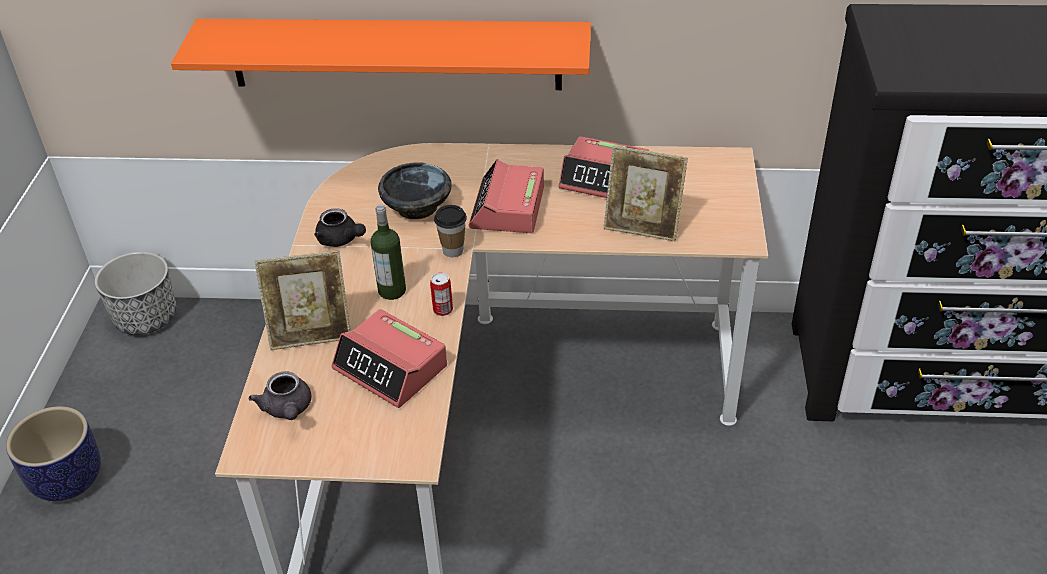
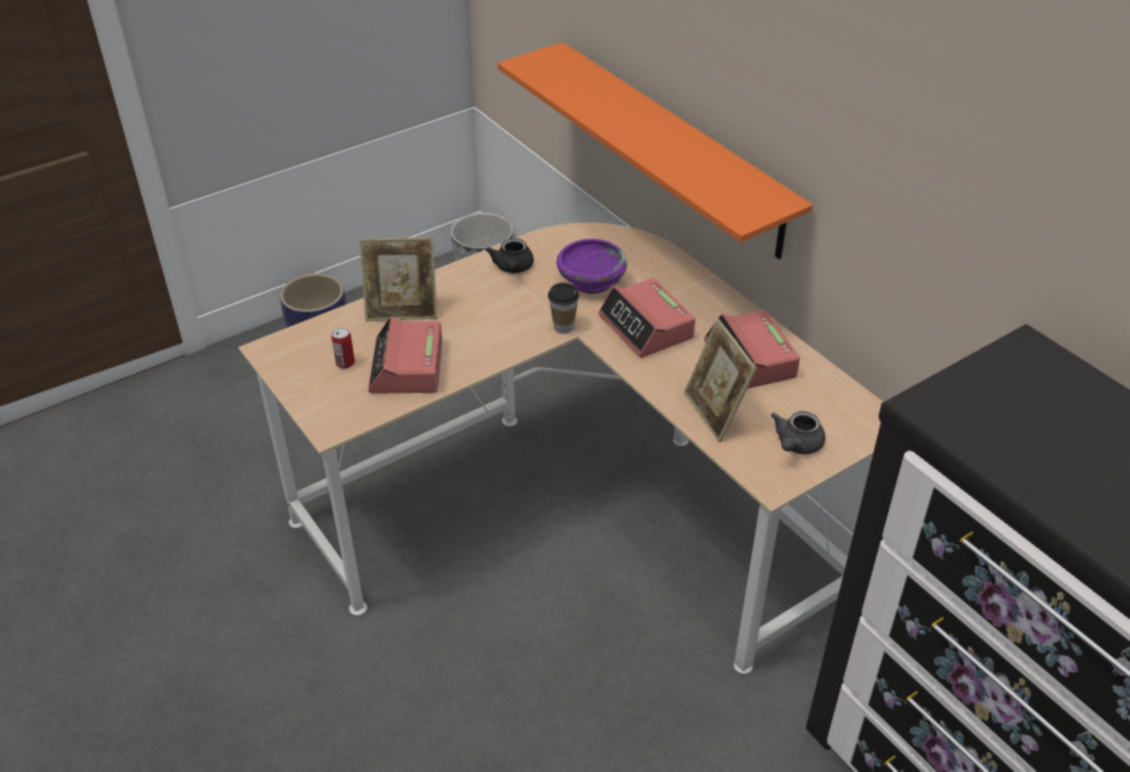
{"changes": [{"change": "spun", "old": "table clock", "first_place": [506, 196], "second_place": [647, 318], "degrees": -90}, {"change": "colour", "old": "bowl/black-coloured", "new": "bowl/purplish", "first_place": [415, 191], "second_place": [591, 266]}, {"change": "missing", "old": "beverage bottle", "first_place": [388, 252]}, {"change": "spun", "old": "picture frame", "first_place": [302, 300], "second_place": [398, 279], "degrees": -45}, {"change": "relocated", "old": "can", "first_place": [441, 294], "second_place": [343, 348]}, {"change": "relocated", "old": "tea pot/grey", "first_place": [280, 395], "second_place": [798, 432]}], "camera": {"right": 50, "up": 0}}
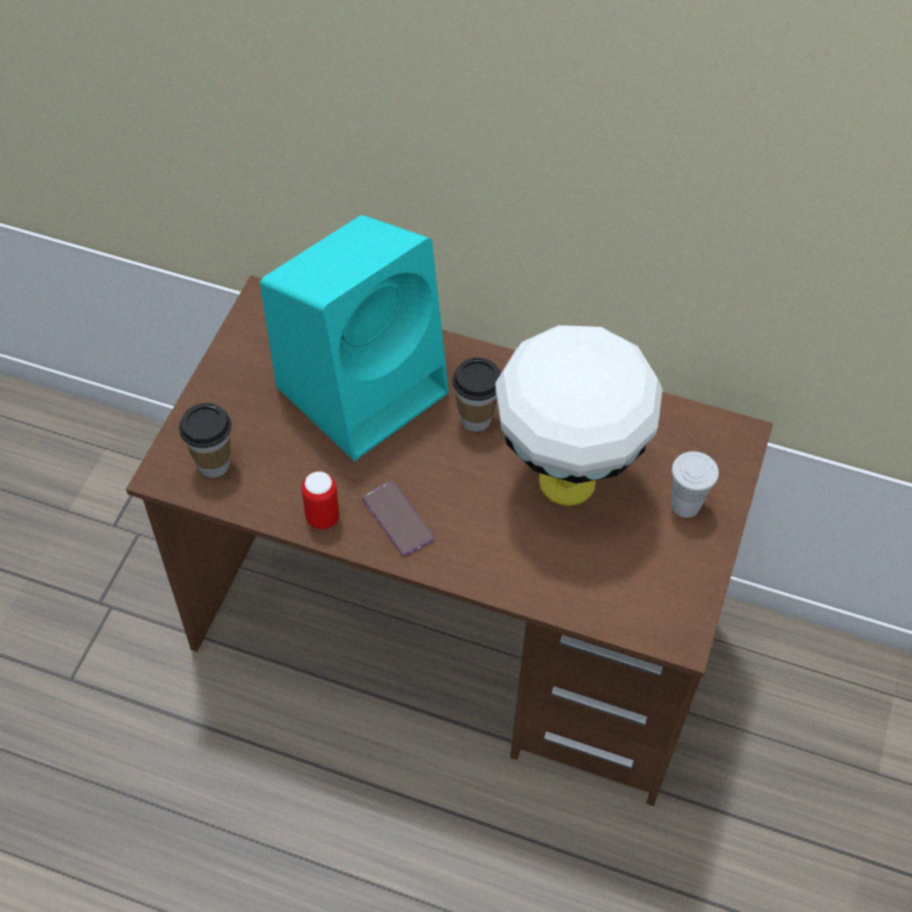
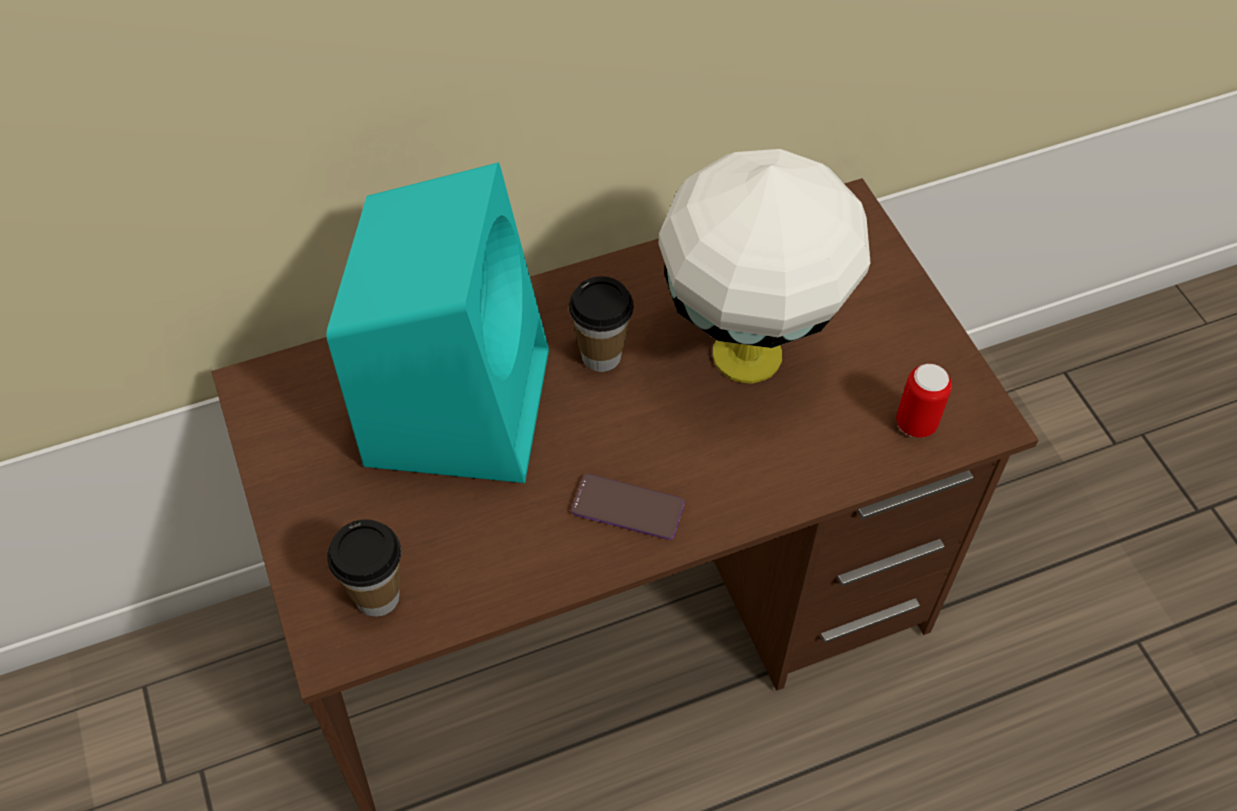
{"changes": [{"change": "missing", "old": "small cup/white", "first_place": [695, 484]}, {"change": "relocated", "old": "can", "first_place": [320, 500], "second_place": [924, 401]}], "camera": {"right": -40, "up": 0}}
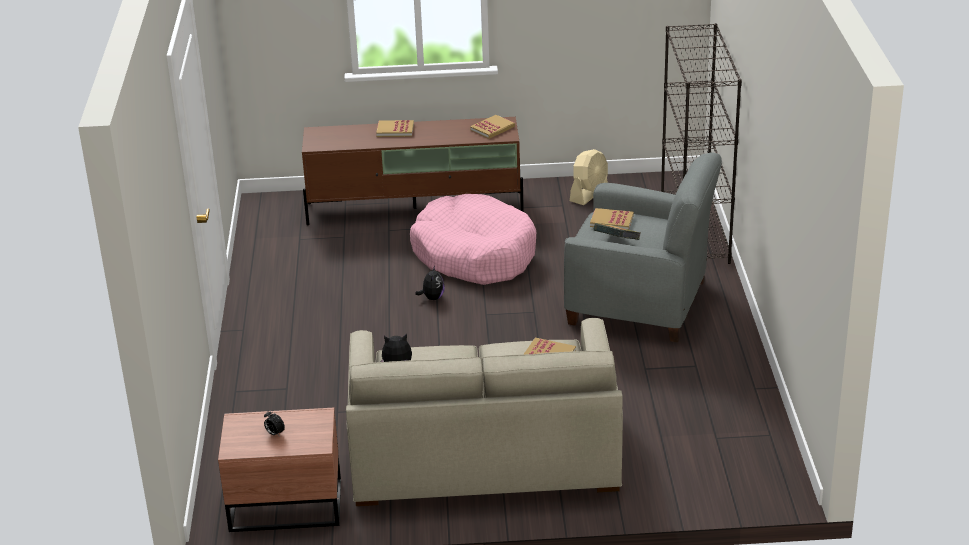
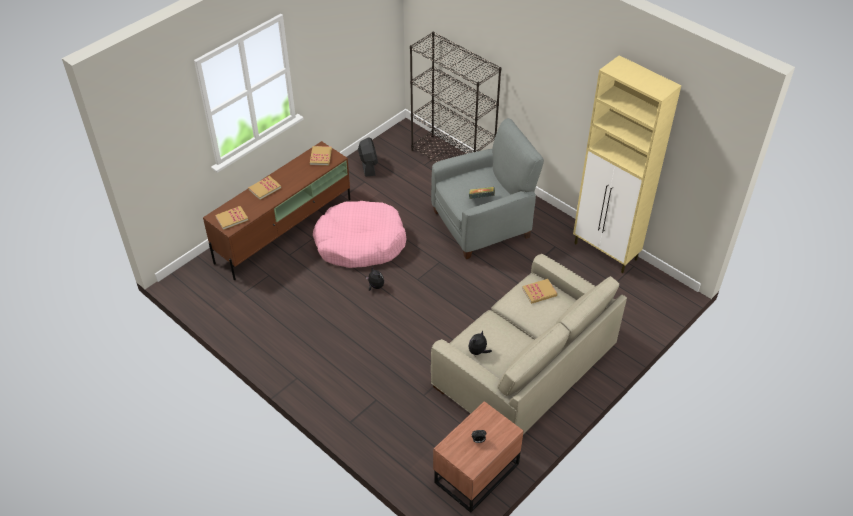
{"changes": [{"change": "colour", "old": "electric fan/beige-coloured", "new": "electric fan/black-coloured", "first_place": [589, 177], "second_place": [368, 157]}, {"change": "relocated", "old": "book", "first_place": [612, 219], "second_place": [232, 218]}, {"change": "appeared", "new": "storage cabinet/beige-coloured", "second_place": [627, 164]}], "camera": {"right": -45, "up": 15}}
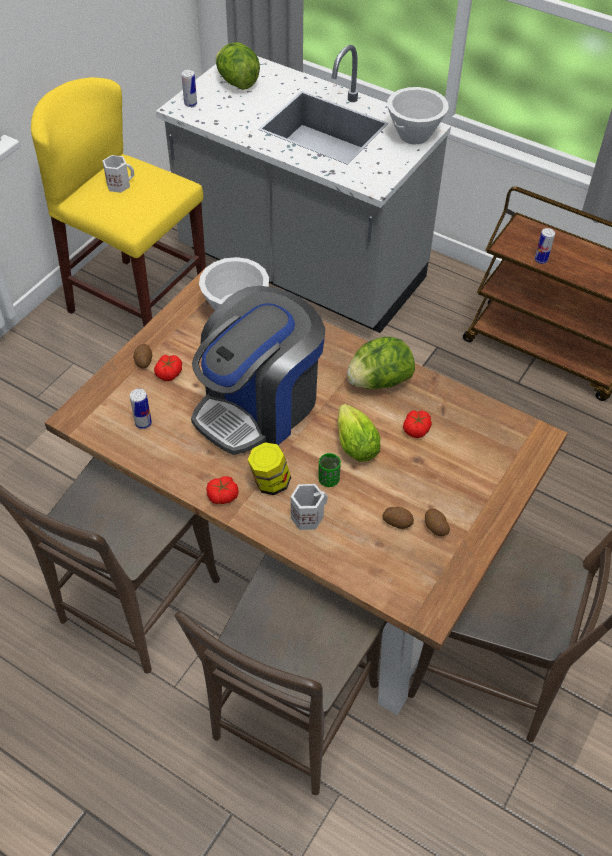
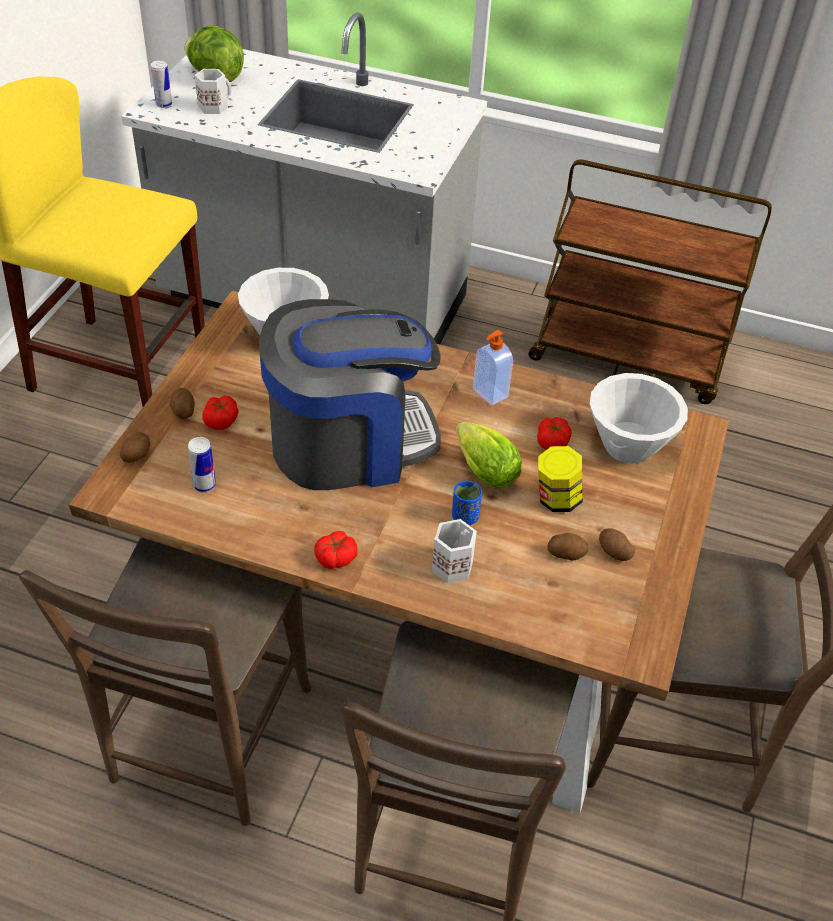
{"changes": [{"change": "relocated", "old": "bowl/white", "first_place": [417, 115], "second_place": [639, 418]}, {"change": "relocated", "old": "tea mug/white", "first_place": [118, 174], "second_place": [213, 91]}, {"change": "missing", "old": "can", "first_place": [545, 246]}, {"change": "spun", "old": "coffee brewer", "first_place": [258, 370], "second_place": [350, 394], "degrees": -135}, {"change": "exchanged", "old": "head of lettuce", "new": "soap bottle", "first_place": [381, 363], "second_place": [493, 367]}, {"change": "relocated", "old": "jar", "first_place": [269, 468], "second_place": [560, 479]}, {"change": "colour", "old": "small cup/green", "new": "small cup/blue", "first_place": [330, 470], "second_place": [467, 503]}, {"change": "appeared", "new": "whole potato", "second_place": [135, 447]}], "camera": {"right": -15, "up": -5}}
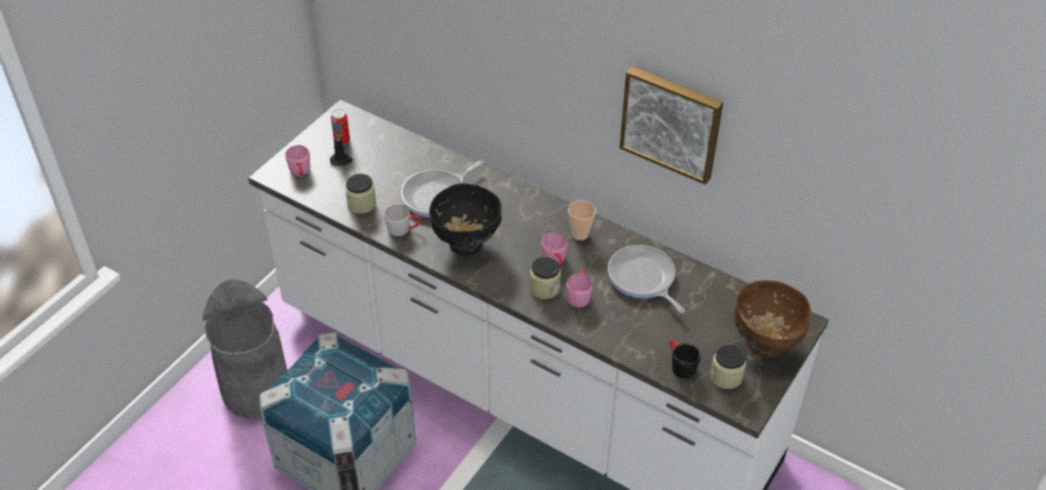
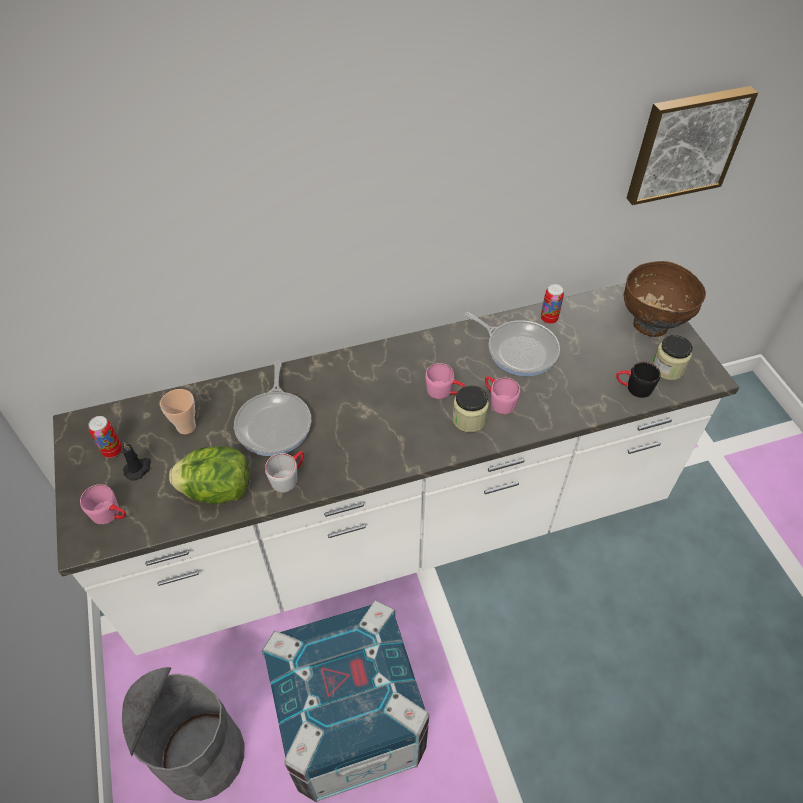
{"changes": [{"change": "relocated", "old": "wall picture", "first_place": [671, 125], "second_place": [692, 145]}, {"change": "exchanged", "old": "jar", "new": "head of lettuce", "first_place": [360, 194], "second_place": [209, 475]}, {"change": "missing", "old": "bowl/black-coloured", "first_place": [465, 219]}, {"change": "relocated", "old": "small cup", "first_place": [582, 220], "second_place": [178, 411]}, {"change": "spun", "old": "pan", "first_place": [646, 279], "second_place": [512, 344], "degrees": -150}, {"change": "appeared", "new": "can", "second_place": [552, 304]}], "camera": {"right": -50, "up": 5}}
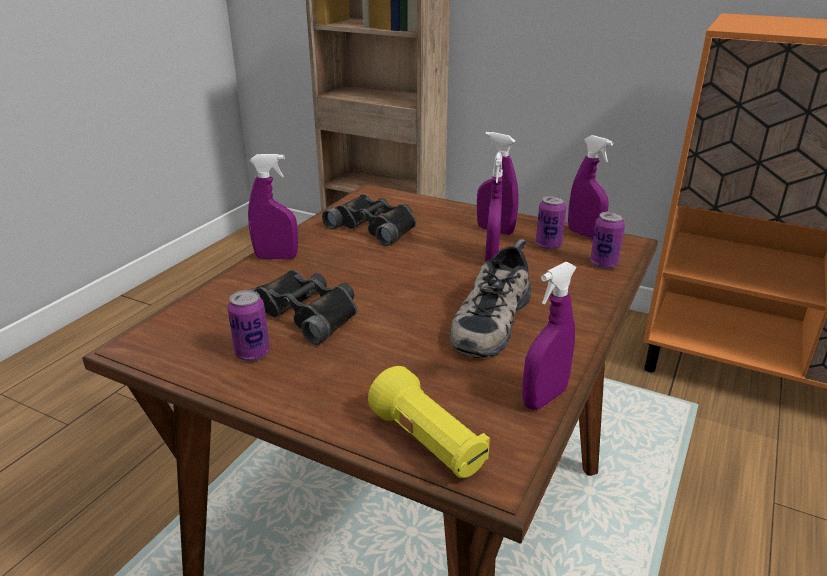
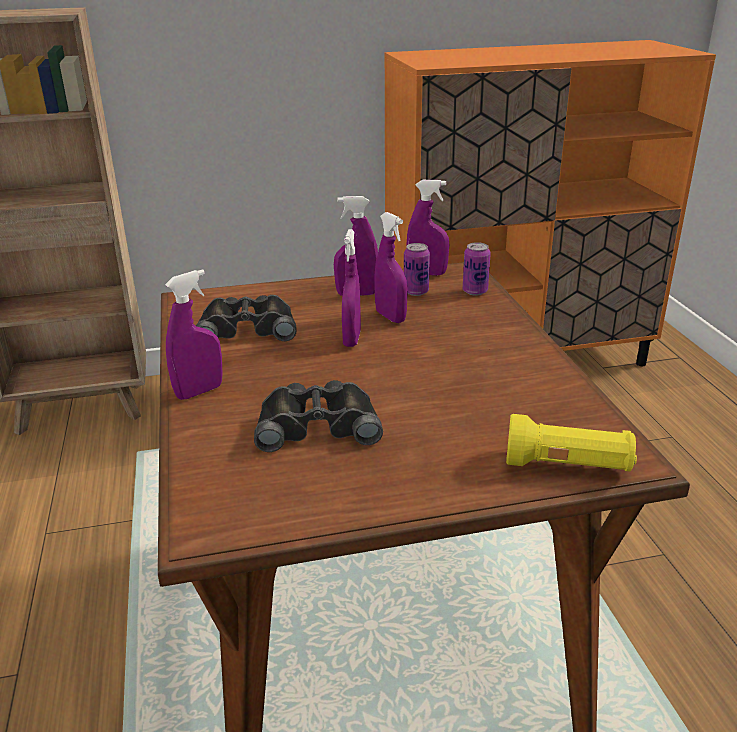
{"changes": [{"change": "missing", "old": "shoe", "first_place": [490, 298]}, {"change": "relocated", "old": "sprayer/purplish", "first_place": [549, 336], "second_place": [351, 288]}, {"change": "missing", "old": "can", "first_place": [248, 325]}], "camera": {"right": -40, "up": 0}}
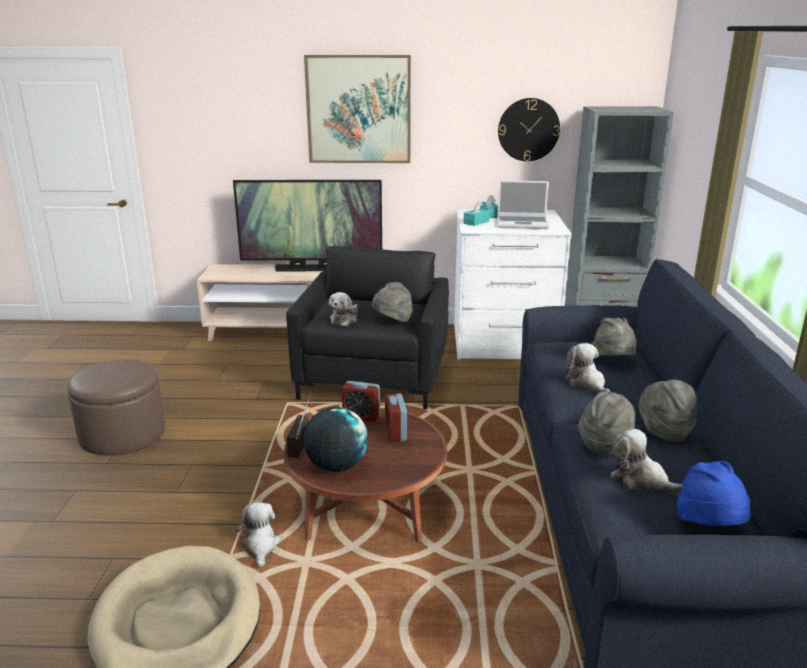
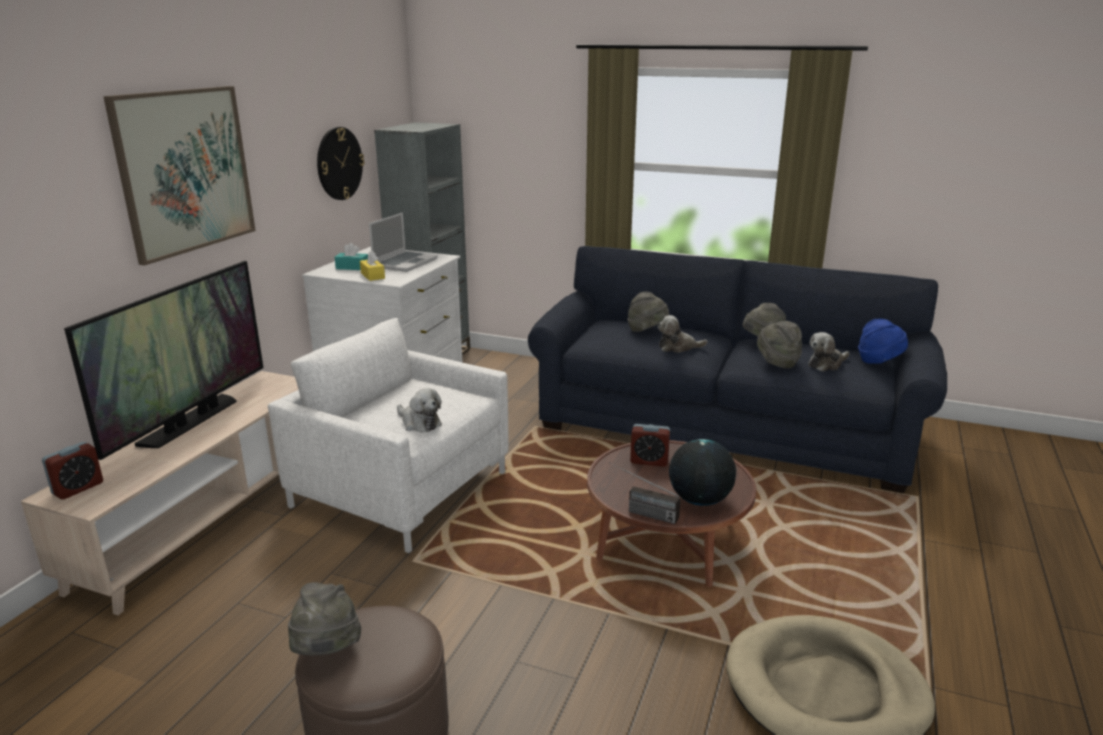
{"changes": [{"change": "colour", "old": "box of tissues/turquoise-coloured", "new": "box of tissues/yellowish", "first_place": [477, 213], "second_place": [372, 266]}, {"change": "colour", "old": "armchair/black-coloured", "new": "armchair/white", "first_place": [367, 327], "second_place": [388, 435]}, {"change": "relocated", "old": "hat/grey", "first_place": [392, 302], "second_place": [324, 619]}, {"change": "relocated", "old": "table clock", "first_place": [361, 401], "second_place": [72, 470]}, {"change": "missing", "old": "soft toy", "first_place": [258, 535]}], "camera": {"right": -70, "up": 0}}
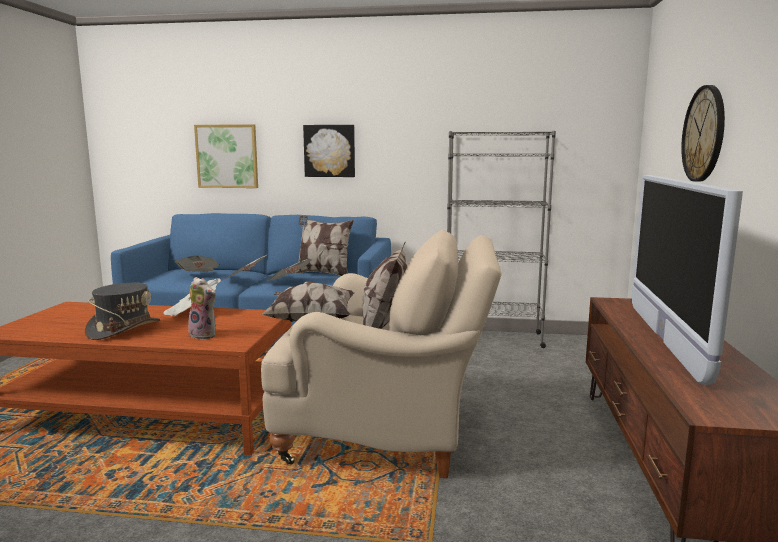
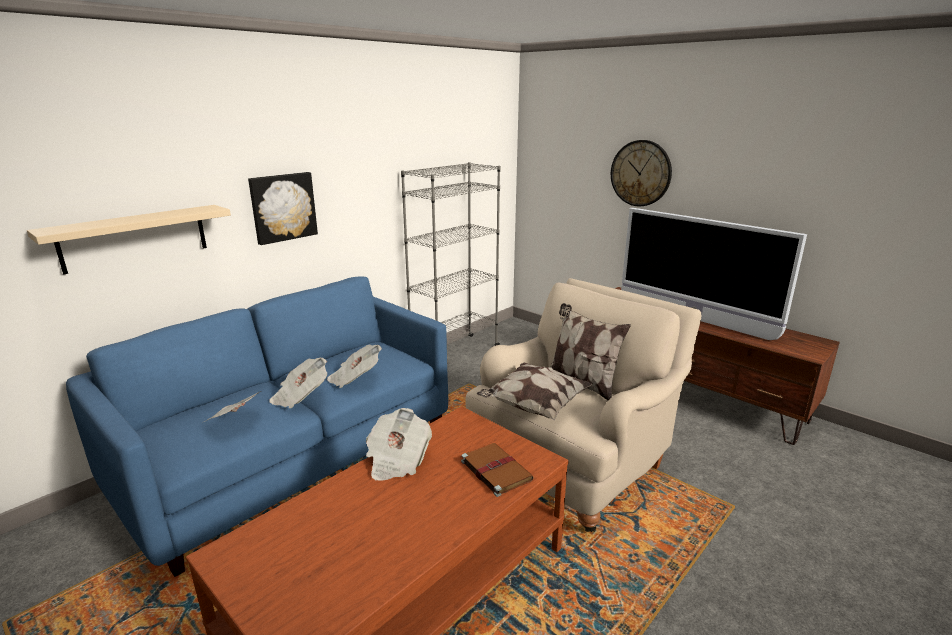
{"changes": [{"change": "exchanged", "old": "wall picture", "new": "wall shelf/beige-coloured", "first_place": [226, 156], "second_place": [129, 240]}, {"change": "missing", "old": "throw pillow", "first_place": [324, 246]}, {"change": "exchanged", "old": "soft toy", "new": "book/brown", "first_place": [202, 308], "second_place": [497, 470]}, {"change": "missing", "old": "hat/grey", "first_place": [122, 311]}], "camera": {"right": -55, "up": 10}}
